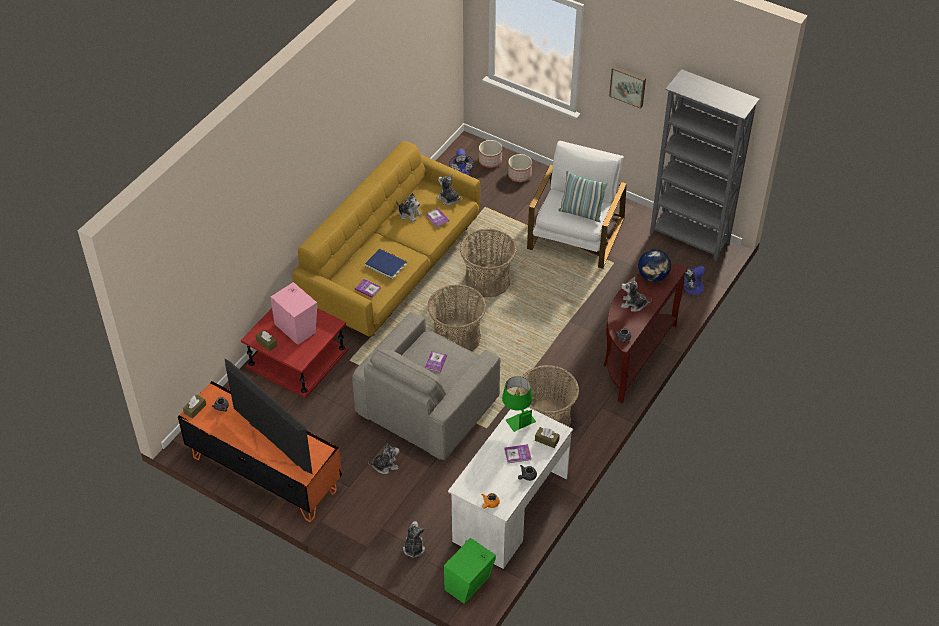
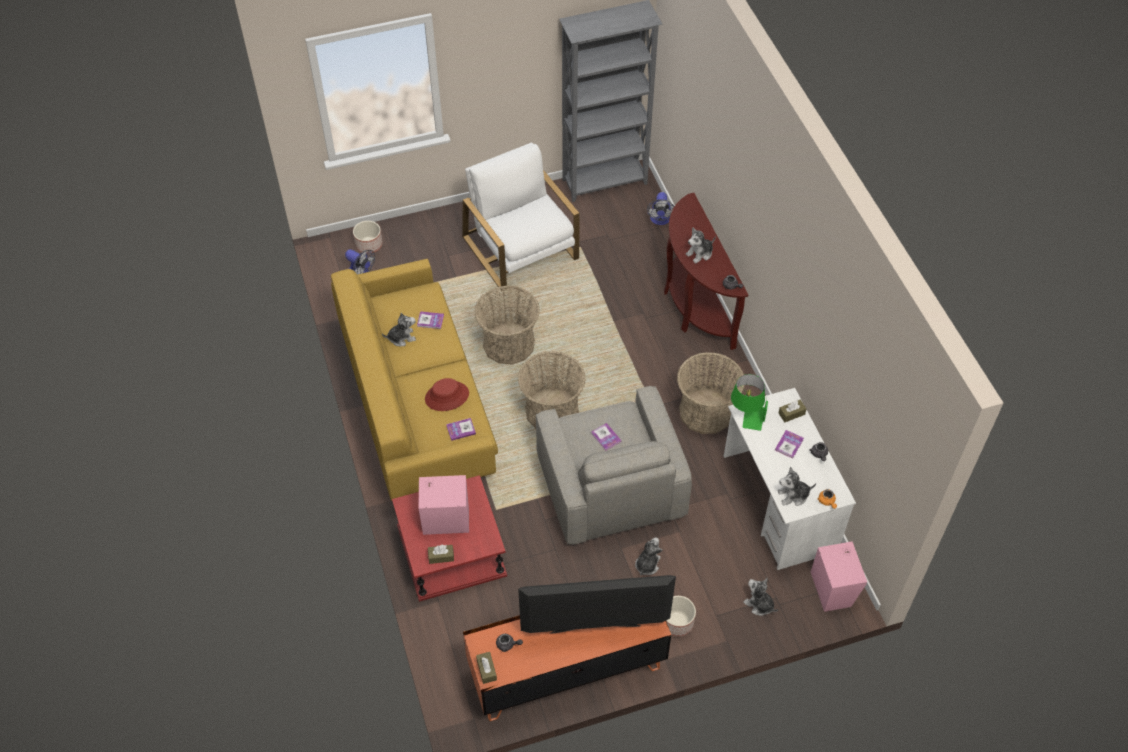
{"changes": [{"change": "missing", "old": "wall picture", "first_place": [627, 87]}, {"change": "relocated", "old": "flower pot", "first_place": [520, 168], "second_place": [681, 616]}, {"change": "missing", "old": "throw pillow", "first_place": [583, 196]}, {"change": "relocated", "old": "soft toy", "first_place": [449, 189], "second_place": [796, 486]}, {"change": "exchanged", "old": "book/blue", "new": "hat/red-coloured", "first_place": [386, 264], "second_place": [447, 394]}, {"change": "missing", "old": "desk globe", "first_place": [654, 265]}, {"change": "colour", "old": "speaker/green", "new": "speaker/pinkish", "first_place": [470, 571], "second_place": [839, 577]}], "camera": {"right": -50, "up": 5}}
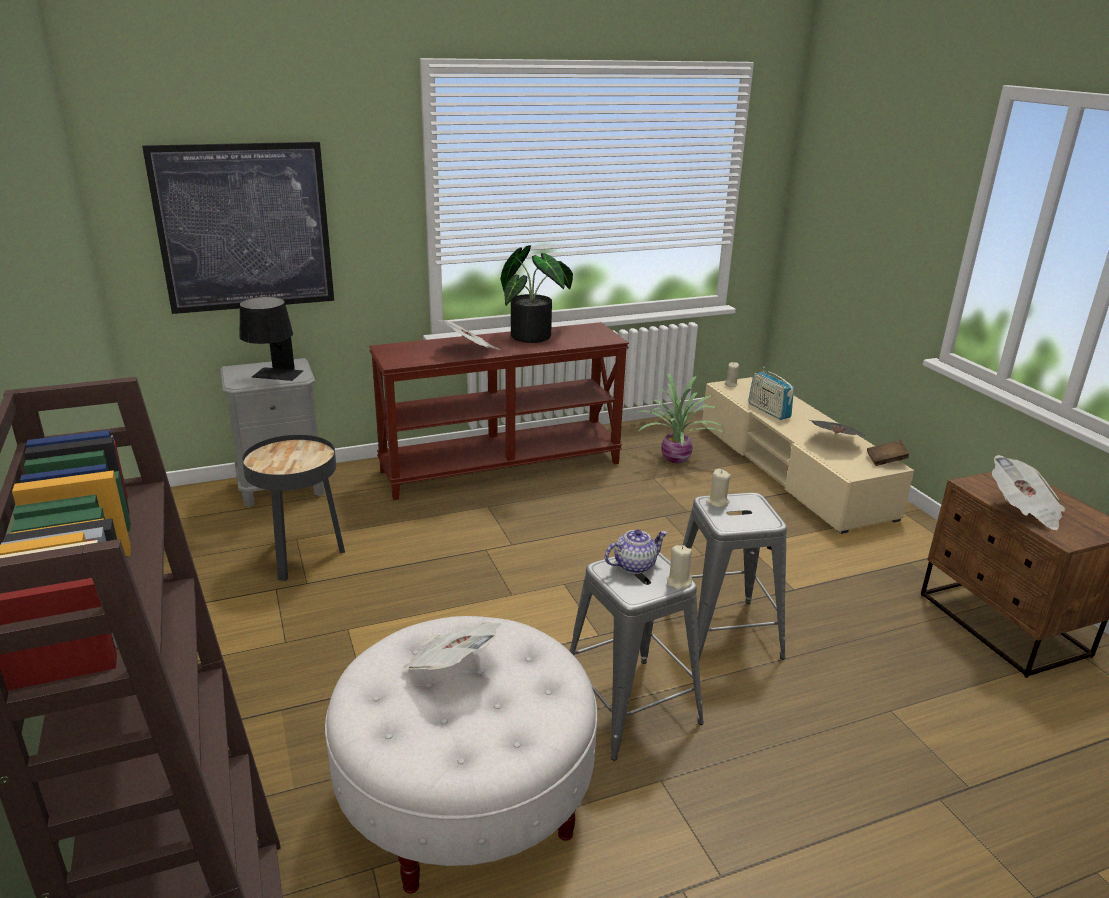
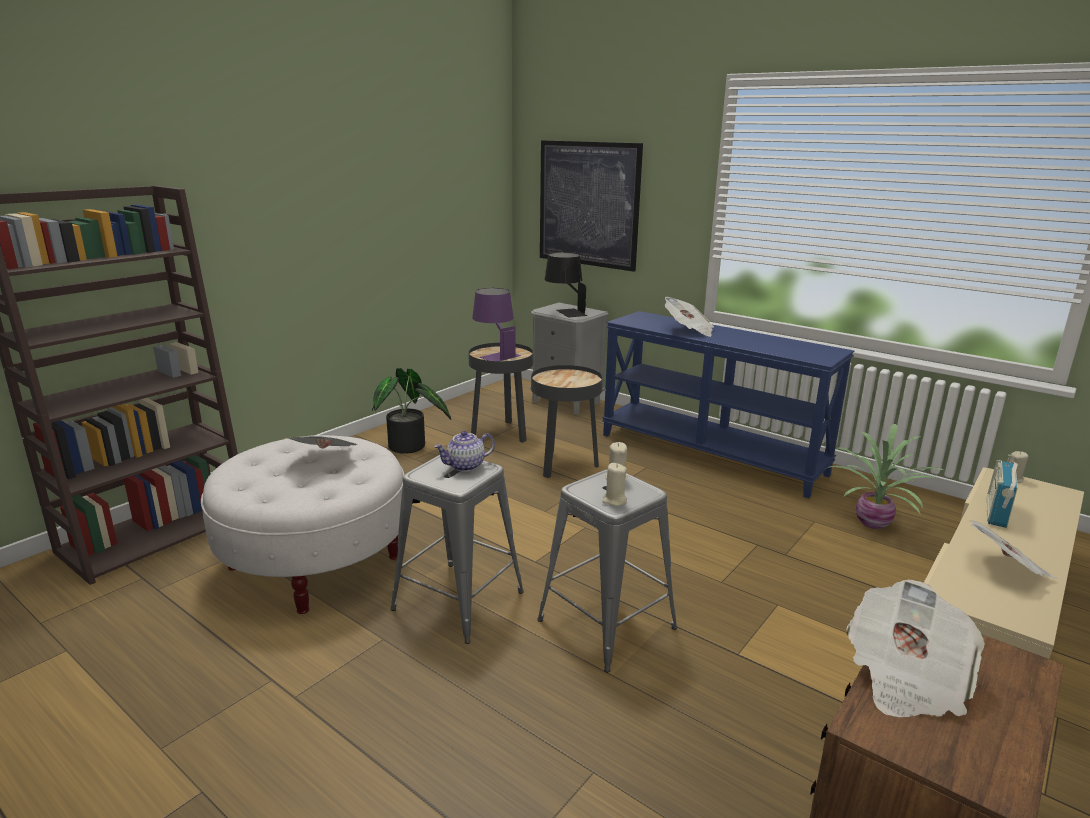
{"changes": [{"change": "relocated", "old": "houseplant", "first_place": [536, 294], "second_place": [411, 411]}, {"change": "colour", "old": "narrow table/brown", "new": "narrow table/blue", "first_place": [499, 411], "second_place": [728, 404]}, {"change": "missing", "old": "book/brown", "first_place": [888, 453]}, {"change": "spun", "old": "tea pot", "first_place": [636, 551], "second_place": [464, 451], "degrees": 120}, {"change": "relocated", "old": "wax candle/beige-coloured", "first_place": [679, 567], "second_place": [614, 484]}, {"change": "appeared", "new": "table lamp/purplish", "second_place": [496, 324]}, {"change": "appeared", "new": "end table/black-coloured", "second_place": [567, 421]}], "camera": {"right": 60, "up": -5}}
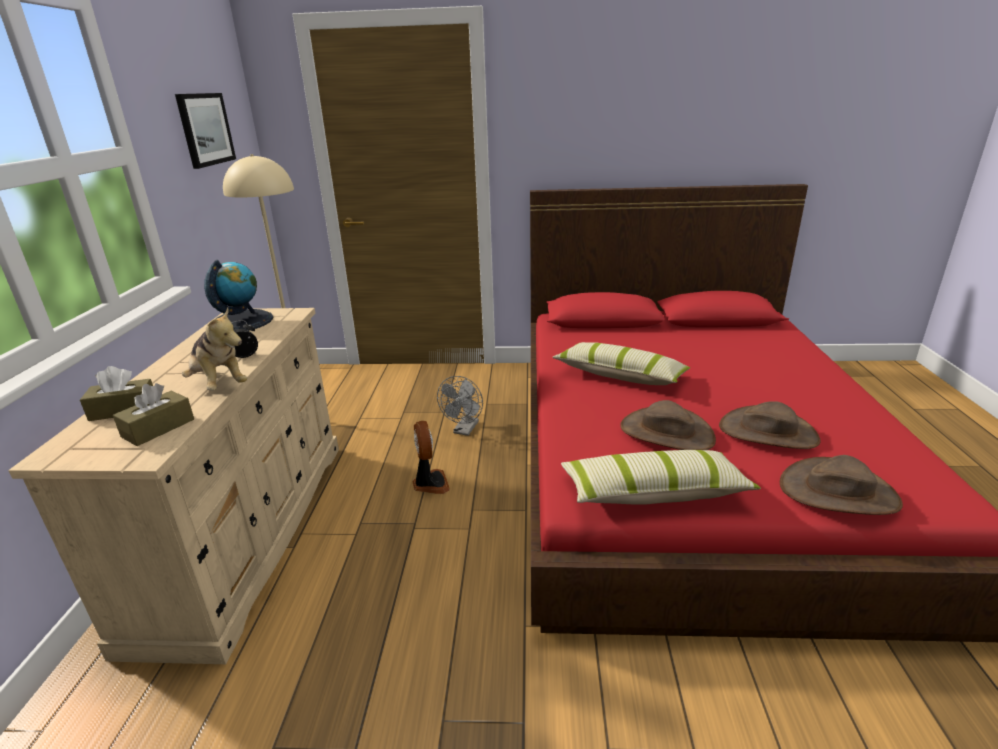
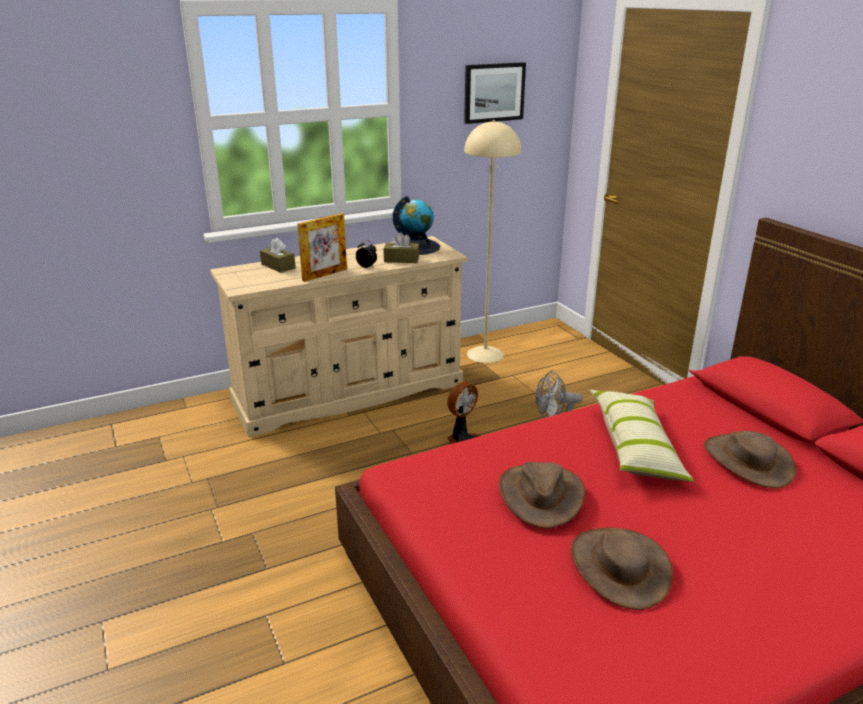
{"changes": [{"change": "exchanged", "old": "soft toy", "new": "picture frame", "first_place": [214, 349], "second_place": [322, 247]}, {"change": "relocated", "old": "box of tissues/brown", "first_place": [153, 414], "second_place": [401, 247]}, {"change": "missing", "old": "throw pillow", "first_place": [661, 477]}, {"change": "relocated", "old": "hat/brown", "first_place": [841, 485], "second_place": [750, 459]}], "camera": {"right": 60, "up": 0}}
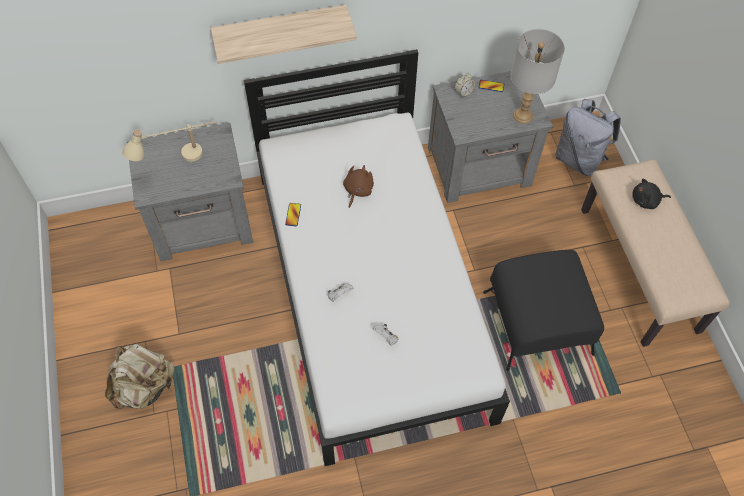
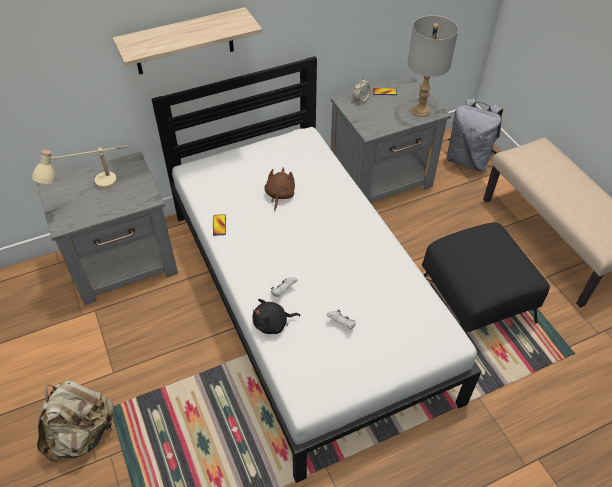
{"changes": [{"change": "relocated", "old": "soft toy/black-coloured", "first_place": [652, 194], "second_place": [276, 316]}], "camera": {"right": -10, "up": -10}}
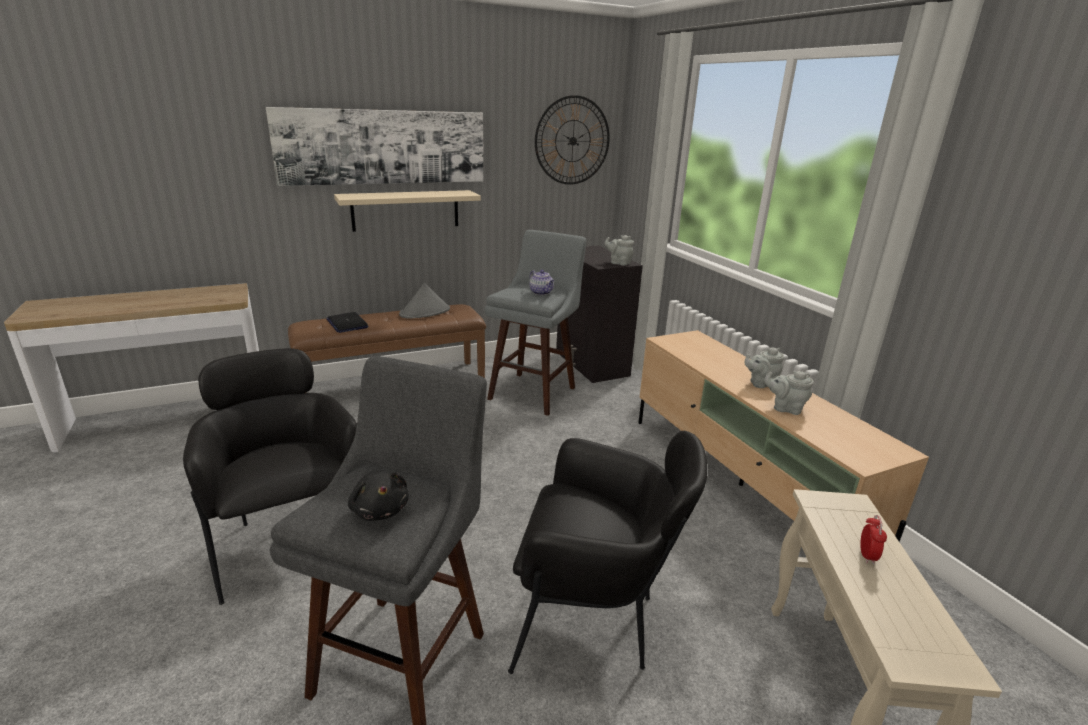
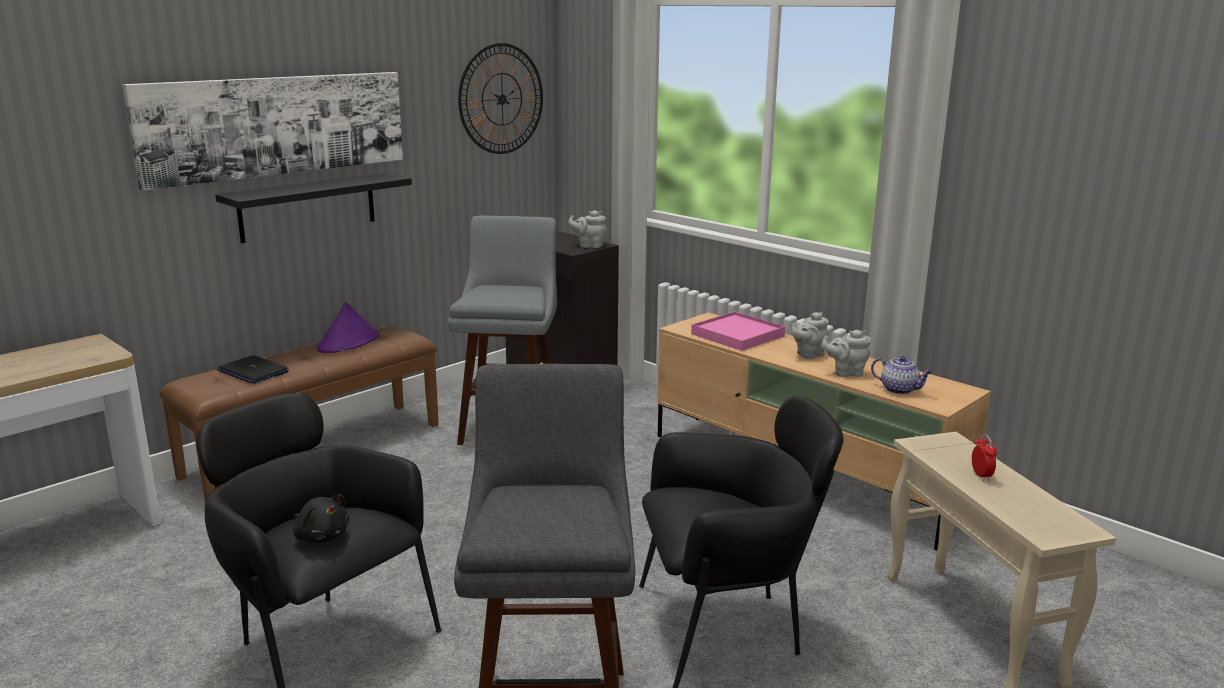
{"changes": [{"change": "colour", "old": "wall shelf/beige-coloured", "new": "wall shelf/black-coloured", "first_place": [407, 211], "second_place": [313, 208]}, {"change": "relocated", "old": "tea pot", "first_place": [542, 282], "second_place": [902, 375]}, {"change": "colour", "old": "hat/grey", "new": "hat/purplish", "first_place": [424, 301], "second_place": [347, 327]}, {"change": "relocated", "old": "soft toy/black-coloured", "first_place": [378, 495], "second_place": [321, 518]}, {"change": "appeared", "new": "tray/pinkish", "second_place": [738, 331]}], "camera": {"right": -20, "up": -5}}
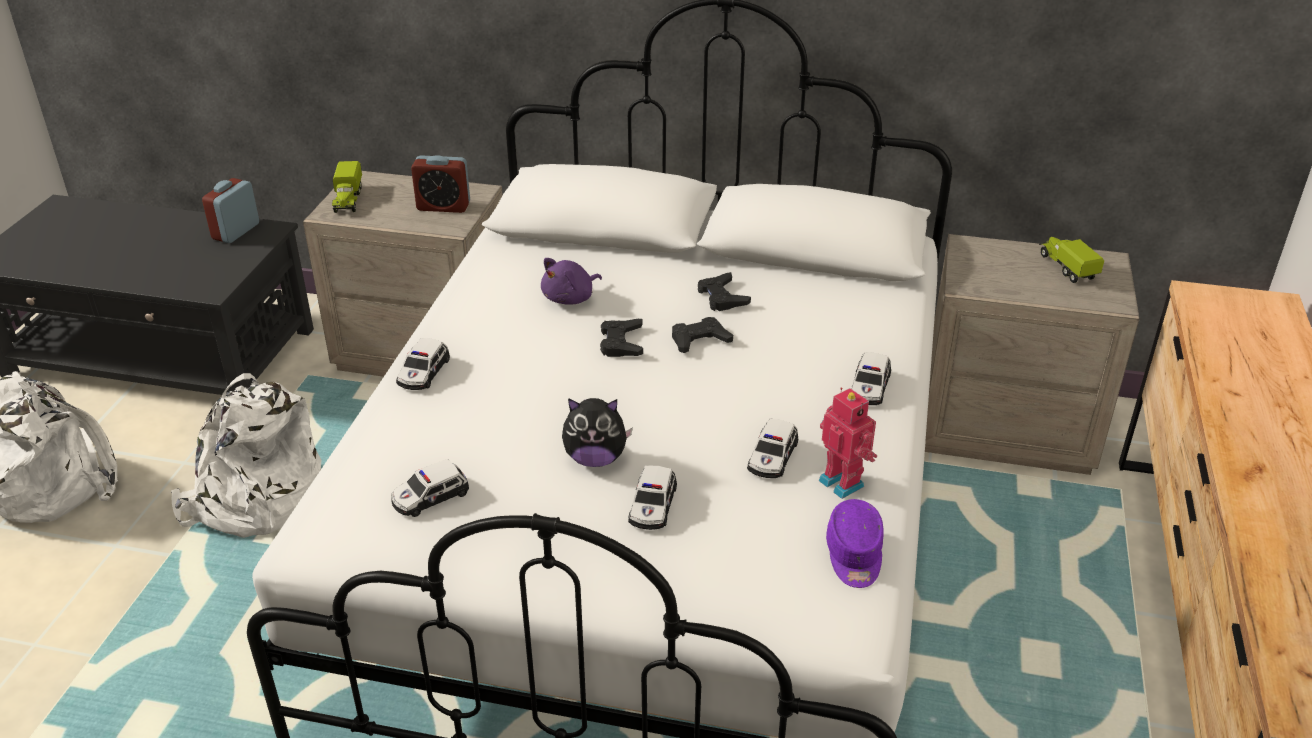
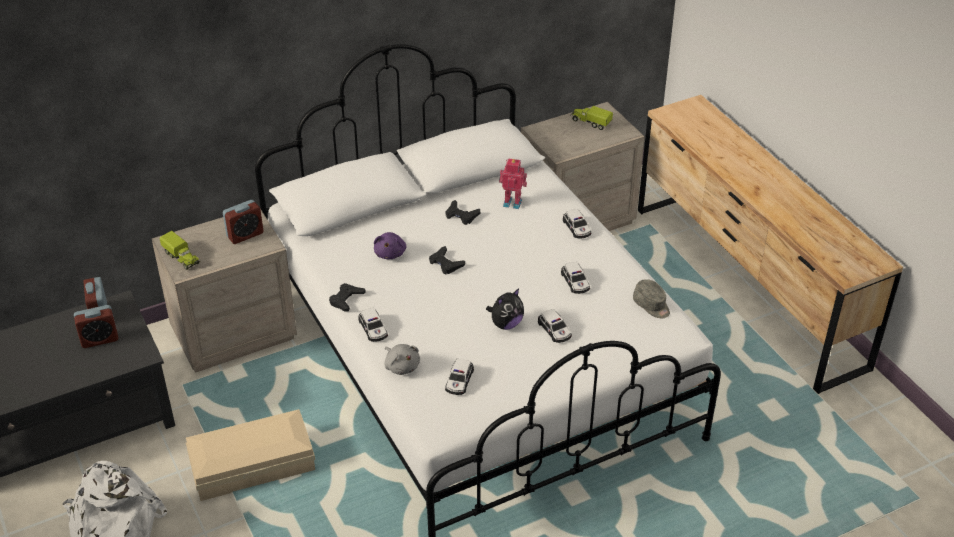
{"changes": [{"change": "relocated", "old": "joypad/black-coloured", "first_place": [702, 335], "second_place": [347, 297]}, {"change": "exchanged", "old": "rucksack/white", "new": "storage box/beige-coloured", "first_place": [246, 455], "second_place": [250, 455]}, {"change": "relocated", "old": "model robot", "first_place": [848, 443], "second_place": [513, 183]}, {"change": "colour", "old": "cap/purplish", "new": "cap/grey", "first_place": [854, 543], "second_place": [651, 298]}, {"change": "appeared", "new": "table clock", "second_place": [96, 326]}, {"change": "appeared", "new": "soft toy/grey", "second_place": [402, 359]}], "camera": {"right": -40, "up": 5}}
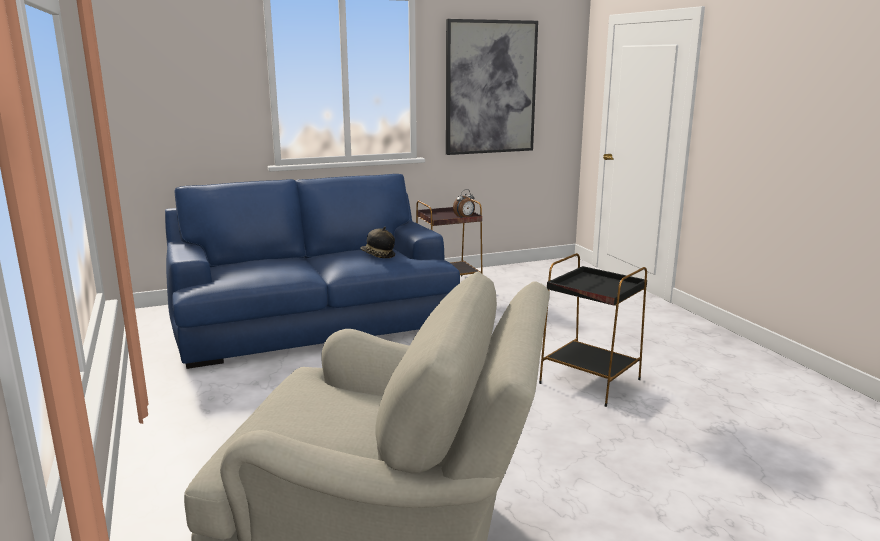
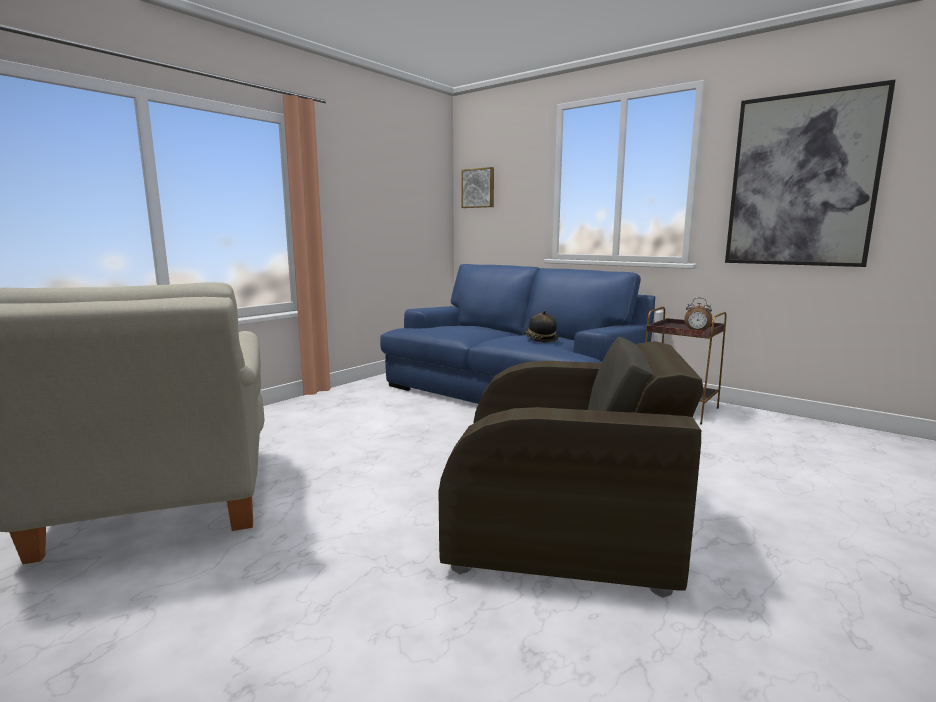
{"changes": [{"change": "exchanged", "old": "end table/black-coloured", "new": "armchair/brown", "first_place": [593, 330], "second_place": [571, 467]}, {"change": "appeared", "new": "wall picture", "second_place": [477, 187]}], "camera": {"right": 60, "up": -5}}
